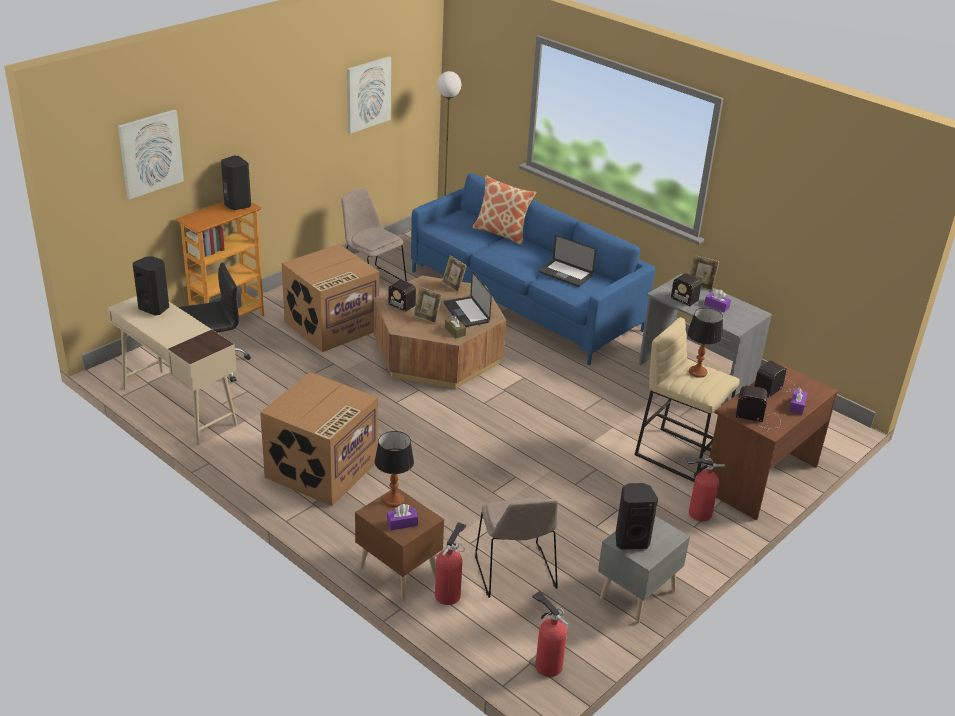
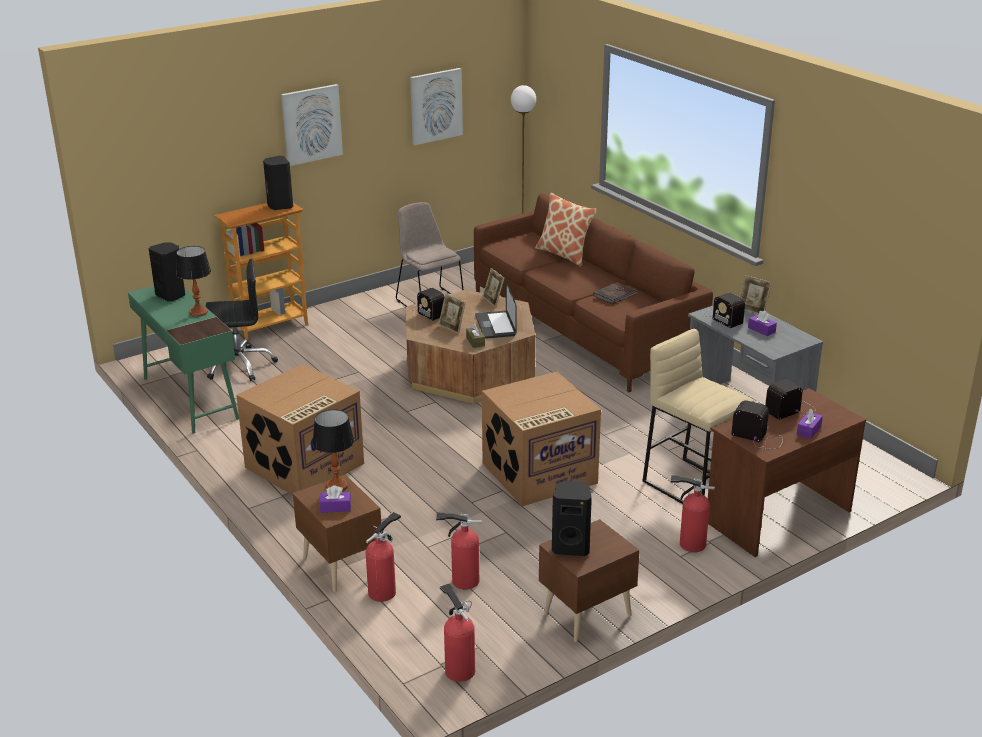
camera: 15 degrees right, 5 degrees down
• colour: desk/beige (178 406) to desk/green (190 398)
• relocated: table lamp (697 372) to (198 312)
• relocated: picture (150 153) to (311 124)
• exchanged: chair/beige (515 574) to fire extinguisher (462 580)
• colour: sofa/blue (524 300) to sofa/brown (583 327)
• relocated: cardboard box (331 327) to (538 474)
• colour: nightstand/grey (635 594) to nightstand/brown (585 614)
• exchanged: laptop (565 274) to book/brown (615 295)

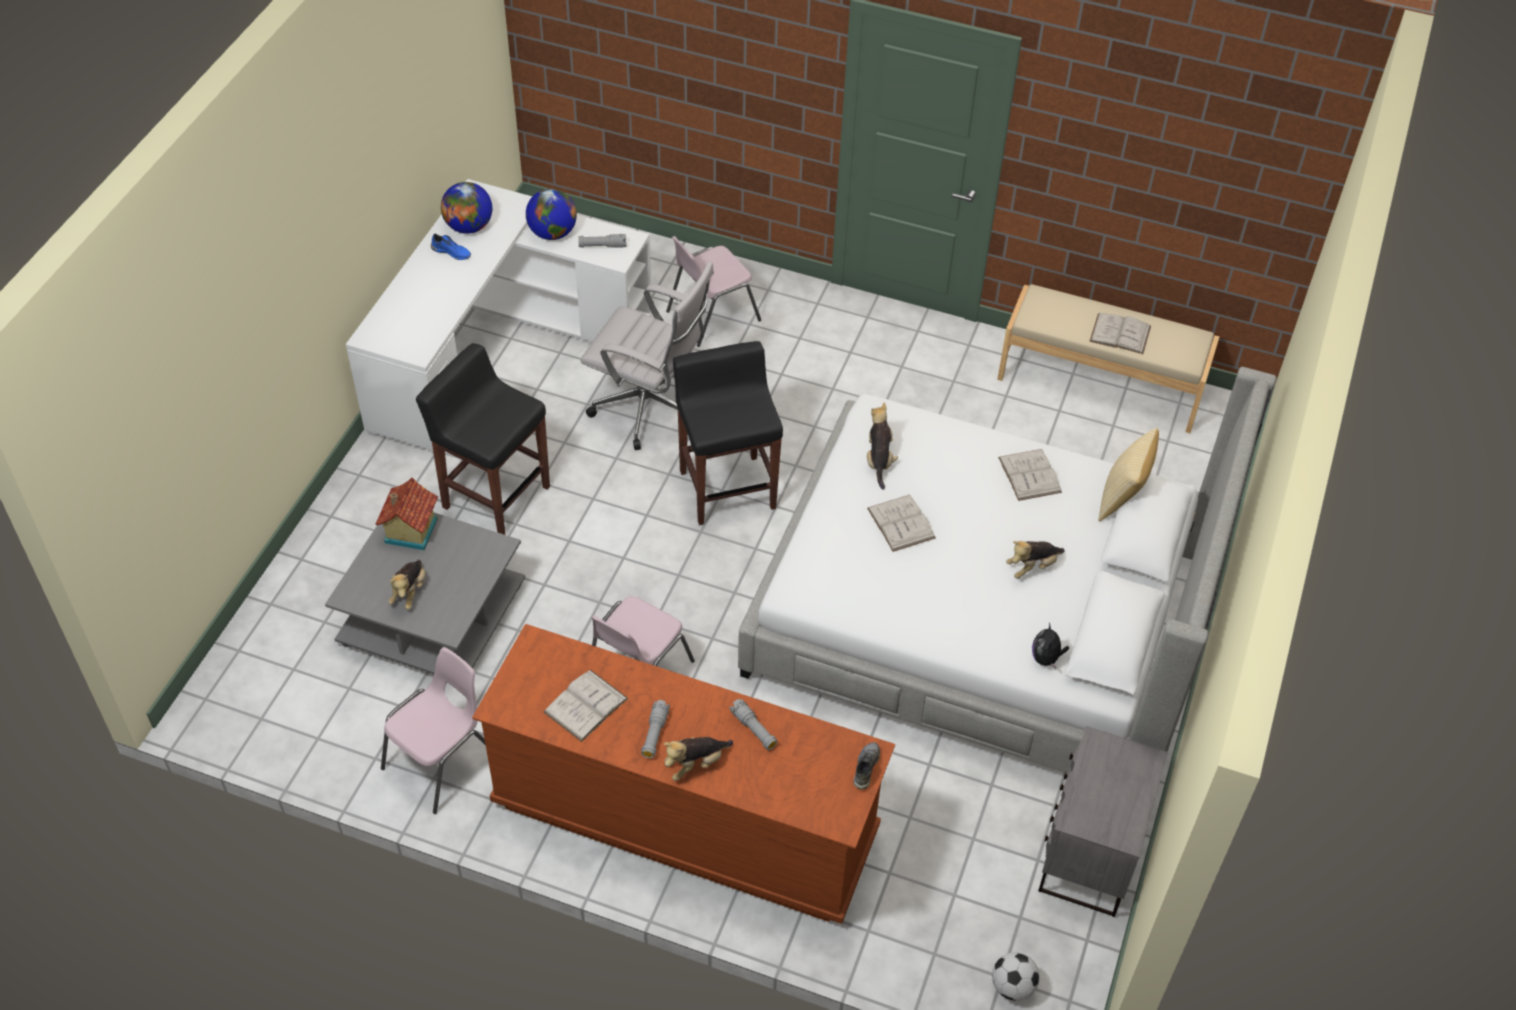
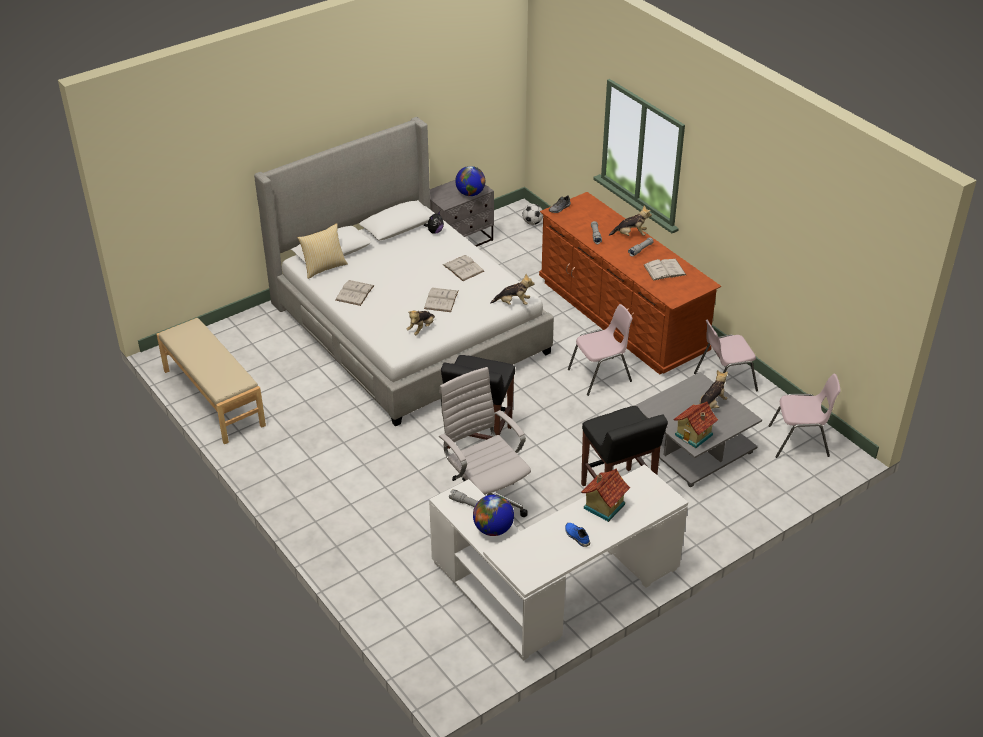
camera: 145 degrees left, 10 degrees down
• relocated: book/white (1120 333) to (463 268)
• relocated: globe (469 227) to (470 193)
• relocated: plush toy (1032 567) to (513 303)
• appeared: toy house (603 506)
• relocated: chair/pink (711 315) to (799 442)

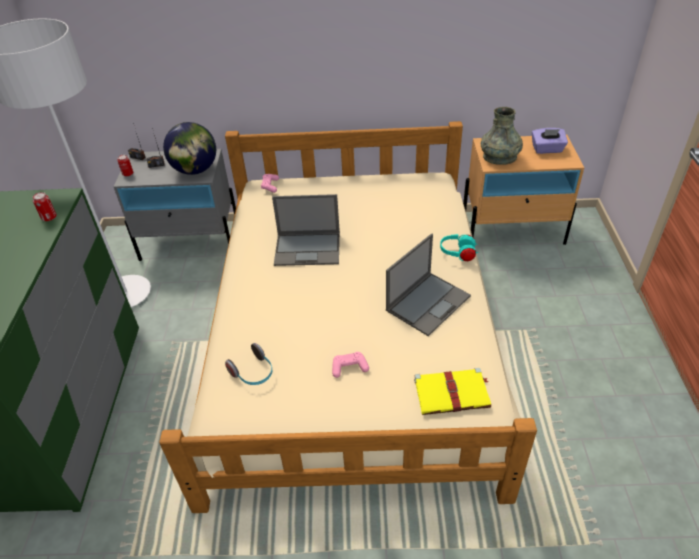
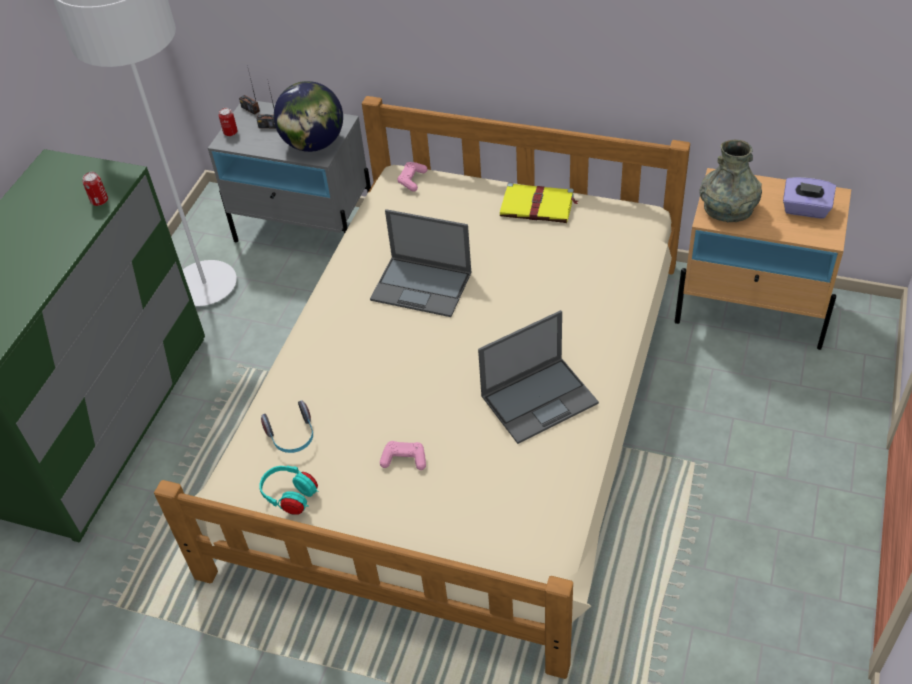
camera: 20 degrees right, 5 degrees up
• relocated: headphones/turquoise (458 254) to (291 497)
• relocated: book/yellow (453 393) to (538 206)

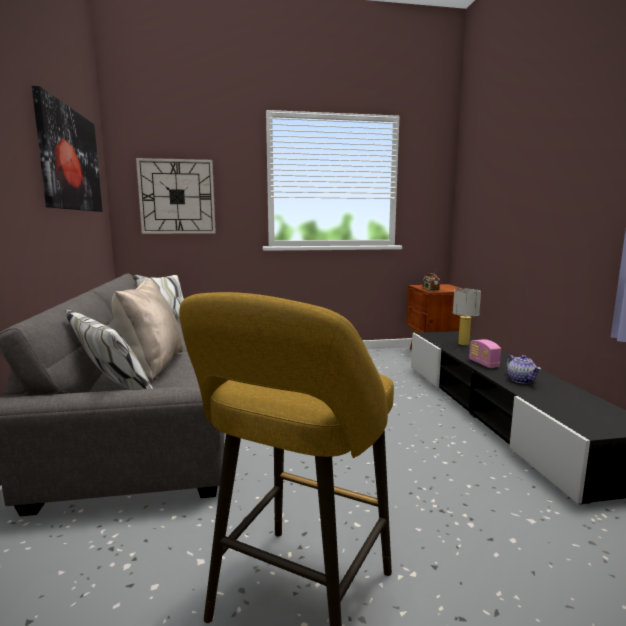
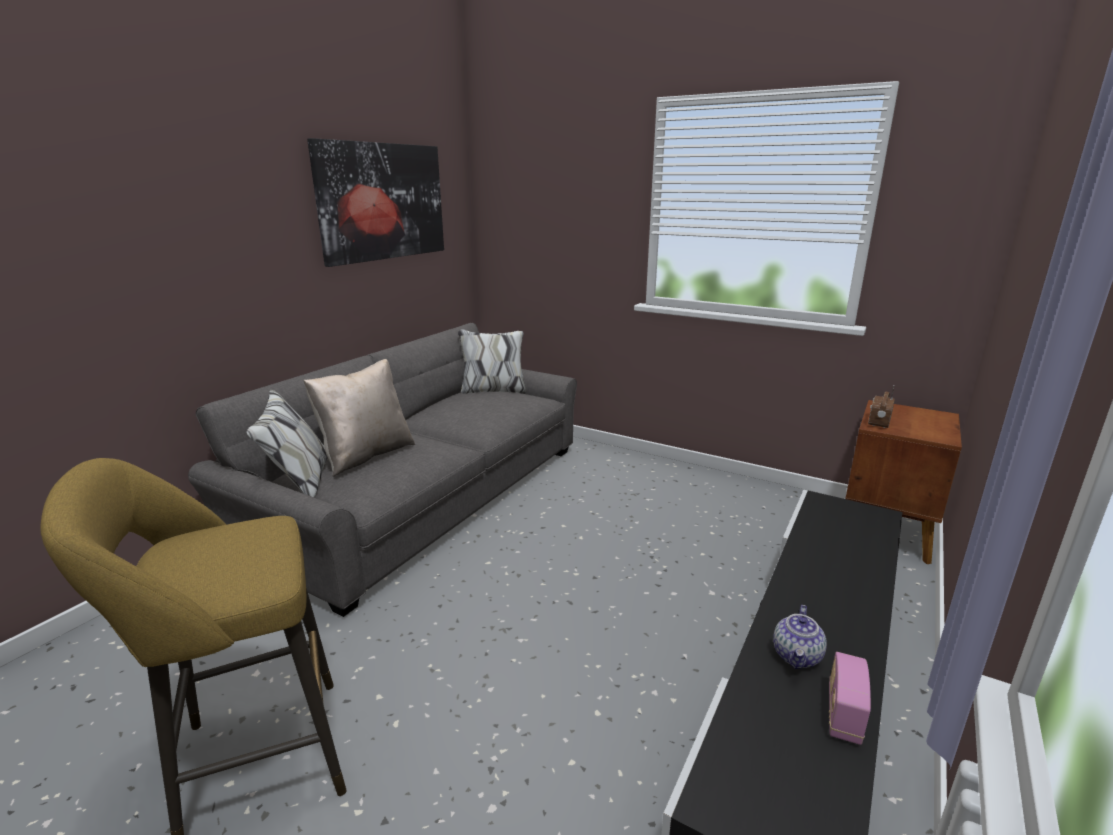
camera: 40 degrees right, 10 degrees up
• relocated: radio (483 364) to (843 714)
• missing: wall clock (177 197)
• missing: table lamp (463 345)

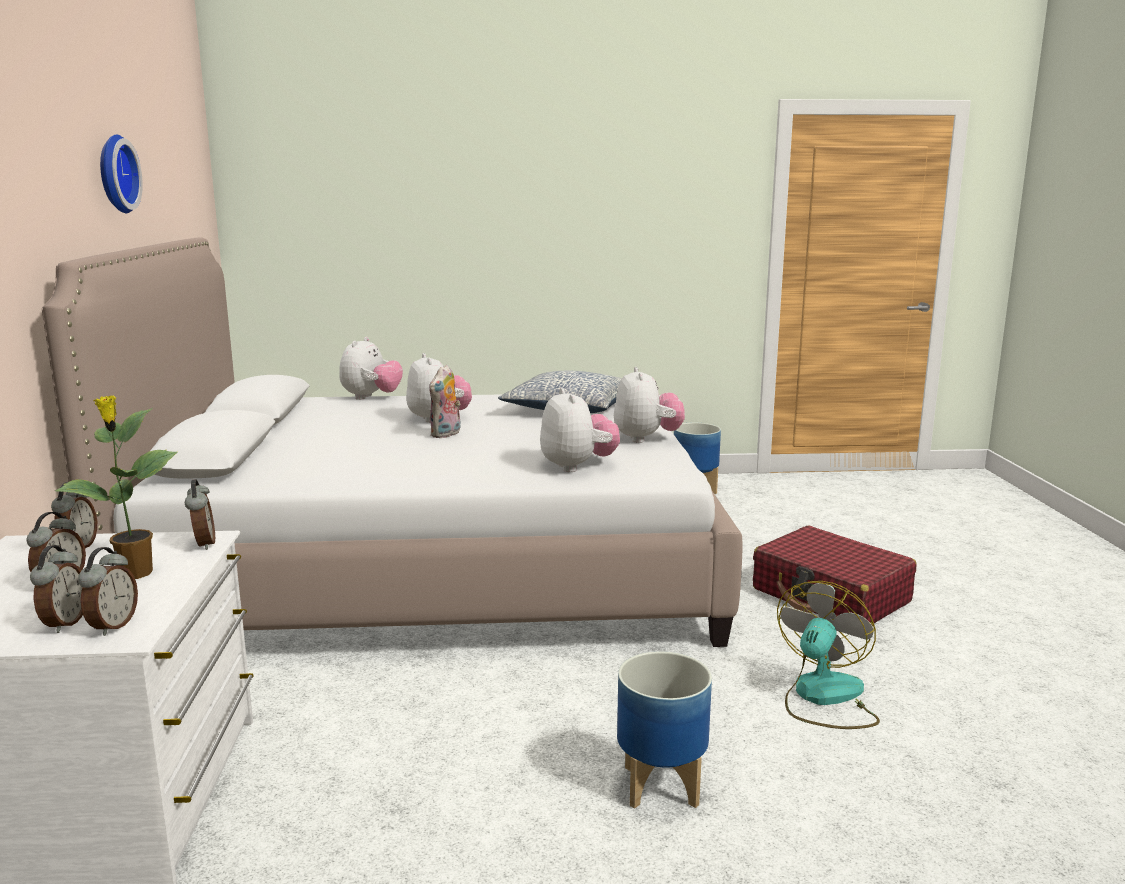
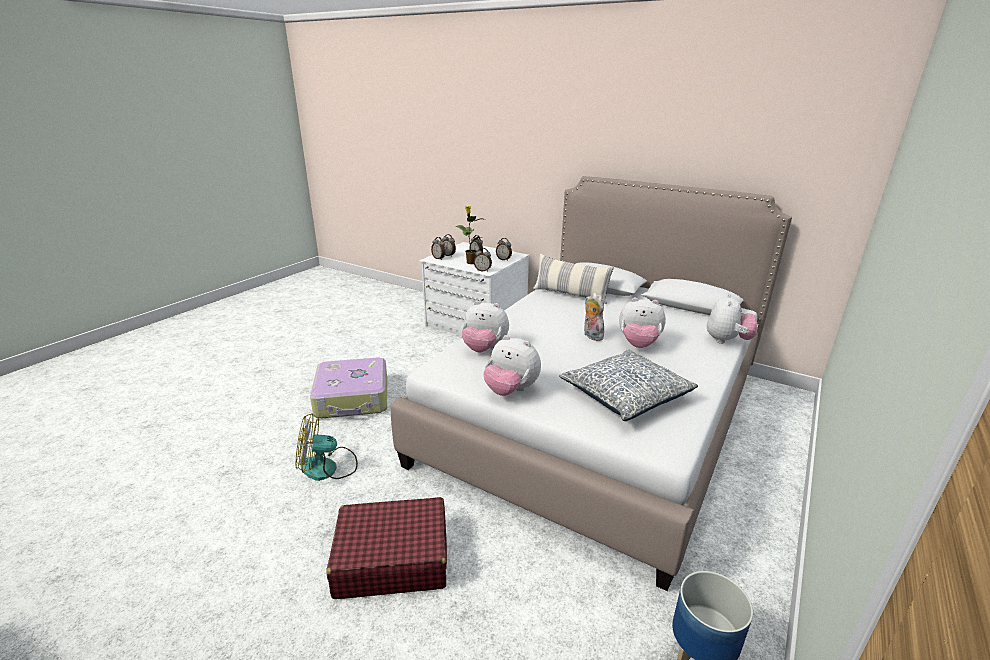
camera: 125 degrees right, 10 degrees up
• spun: fan (823 698) = (328 468) 105 degrees clockwise
• exchanged: planter (659 786) to suitcase (353 398)
• appeared: pillow (570 294)
• spun: plush toy (371 397) = (727 341) 120 degrees counterclockwise
• missing: wall clock (114 174)

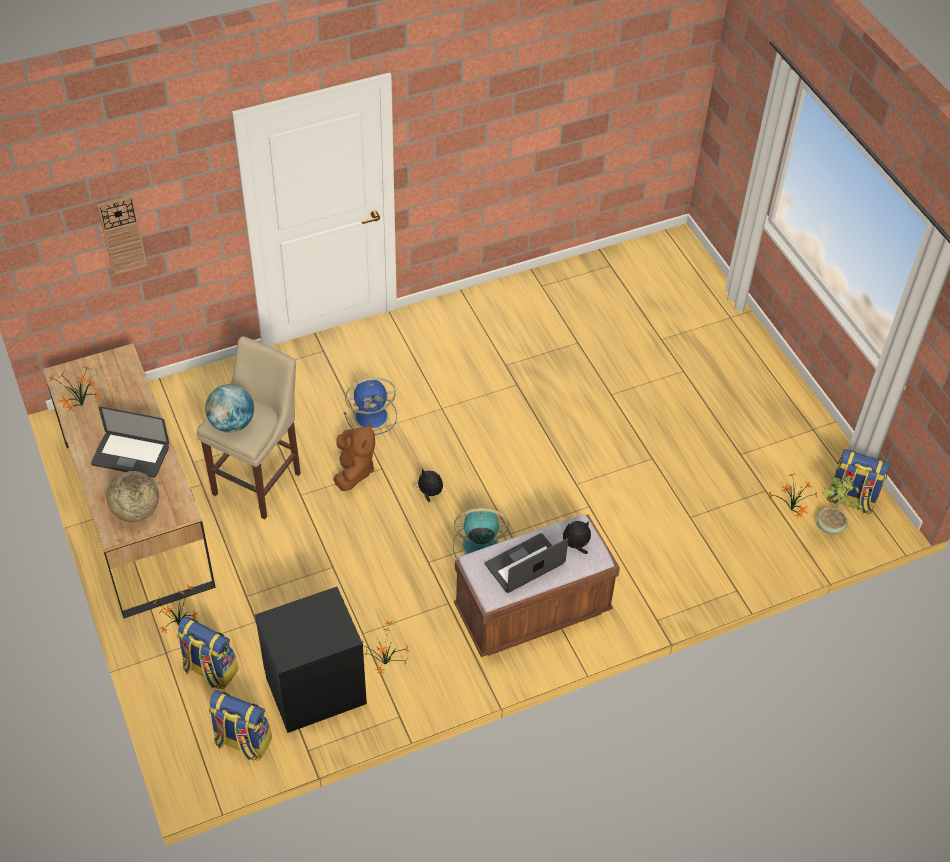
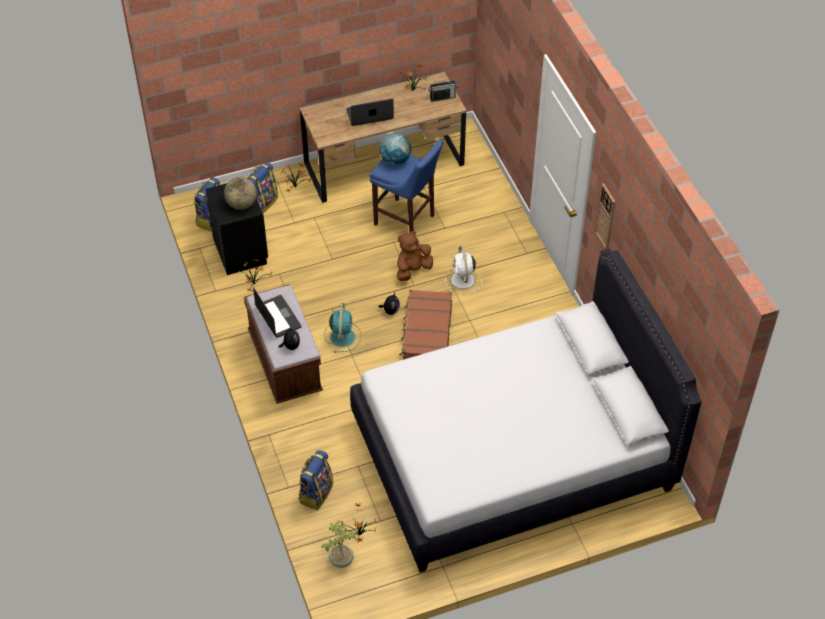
camera: 95 degrees right, 0 degrees up
• relocated: globe (136 511) to (241 204)
• relocated: backpack (850 500) to (316 493)
• spun: laptop (130 456) = (369 114) 60 degrees clockwise
• appeared: bed/white (511 453)
• colour: stool/beige (260 481) to stool/blue (406 221)
• spun: plush toy/brown (354 471) = (412 270) 135 degrees clockwise
• appeared: suitcase/brown (426 335)
• appeared: radio (442 97)
• colour: fan/blue (373 416) to fan/white (463 280)
• relocated: wall clock (122 235) to (605 216)

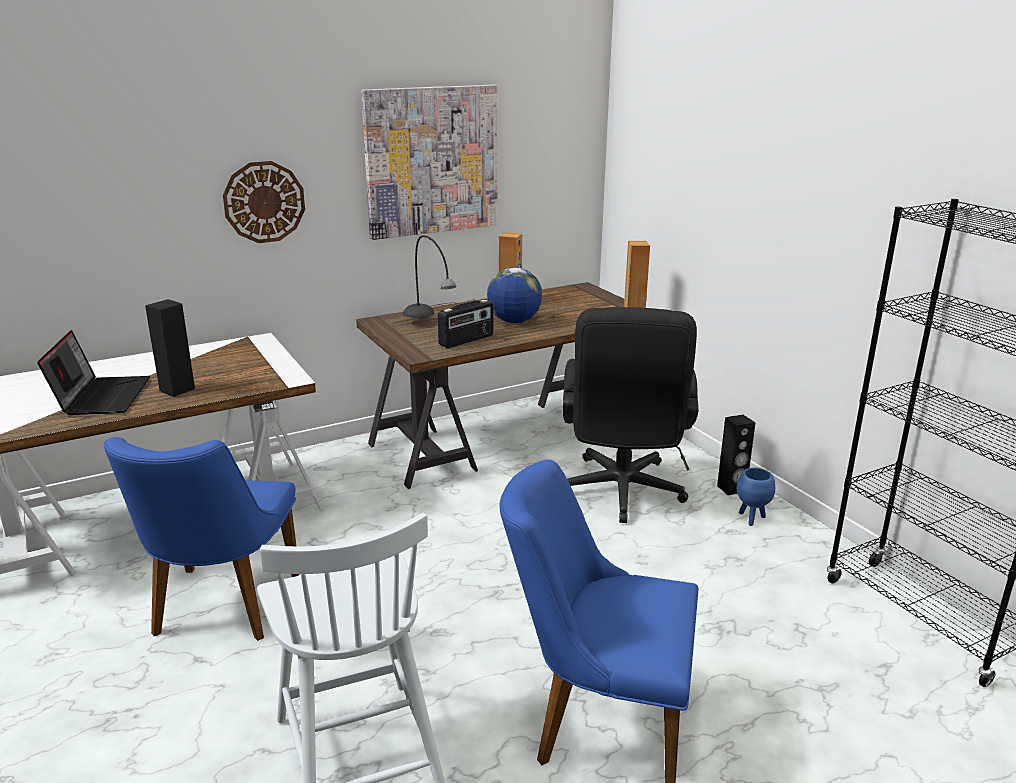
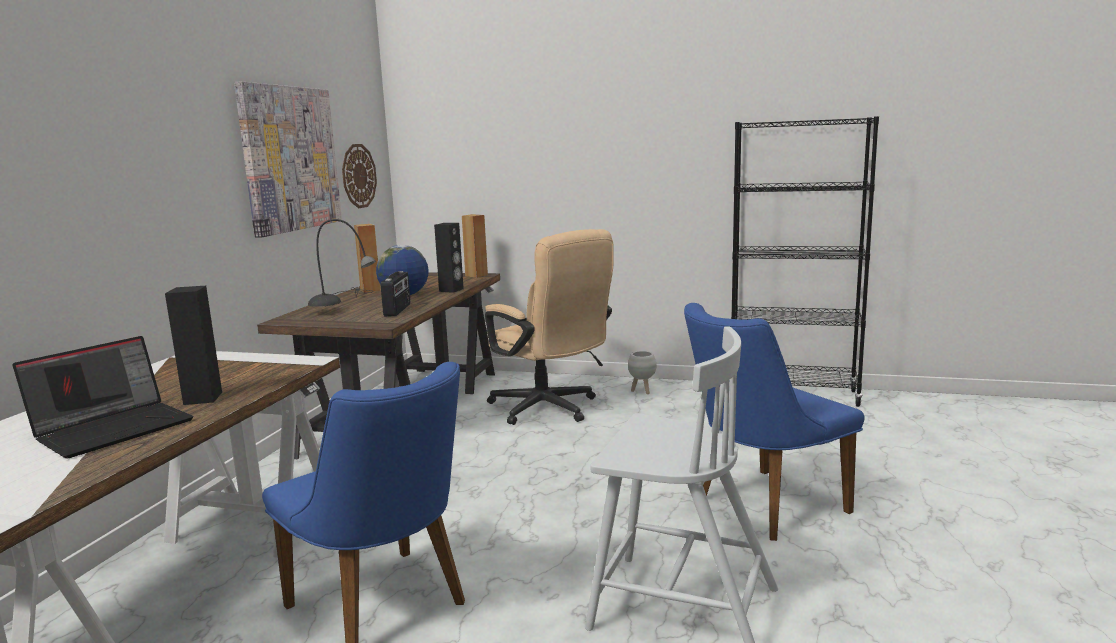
camera: 45 degrees left, 10 degrees down
• spun: laptop (101 396) = (115 428) 90 degrees clockwise
• relocated: wall clock (264 202) to (358 176)
• relocated: speaker/black (731 489) to (451 290)
• colour: office chair/black (621 495) to office chair/beige (550 410)
• colour: planter/blue (751 518) to planter/white (642 391)

